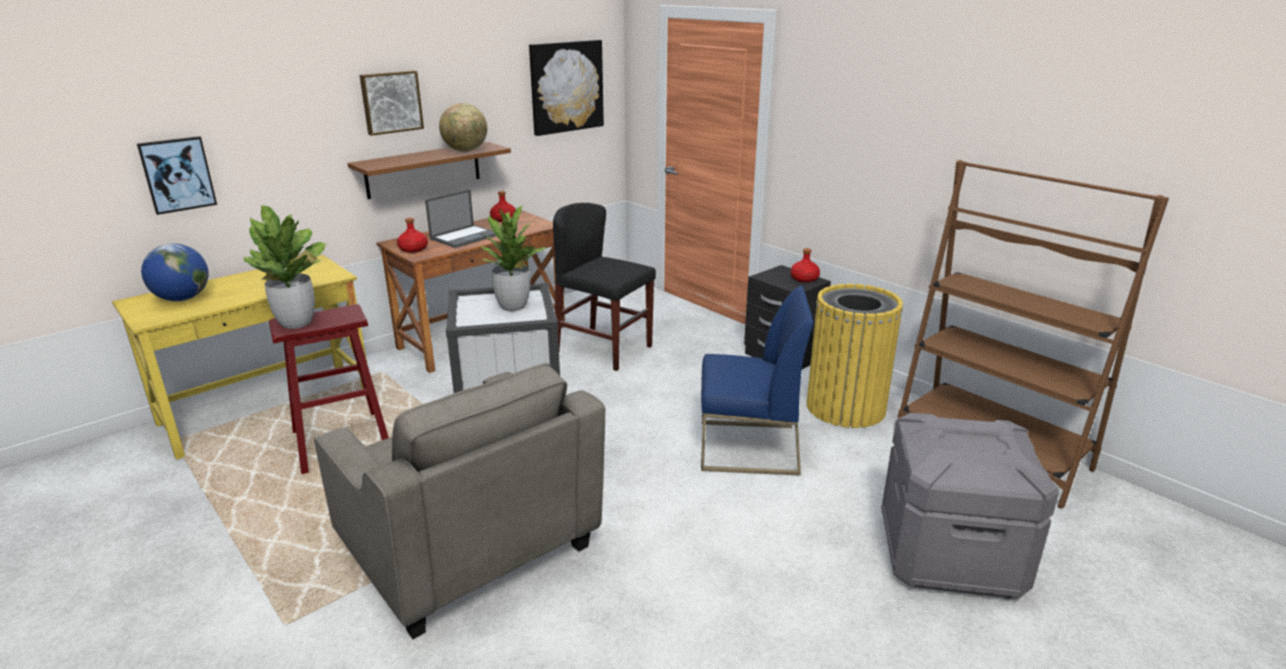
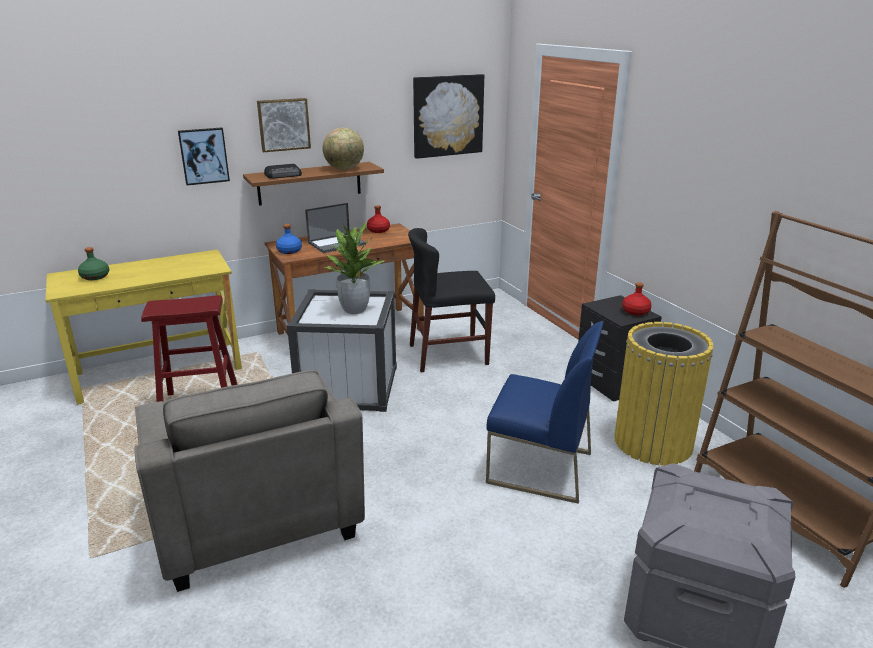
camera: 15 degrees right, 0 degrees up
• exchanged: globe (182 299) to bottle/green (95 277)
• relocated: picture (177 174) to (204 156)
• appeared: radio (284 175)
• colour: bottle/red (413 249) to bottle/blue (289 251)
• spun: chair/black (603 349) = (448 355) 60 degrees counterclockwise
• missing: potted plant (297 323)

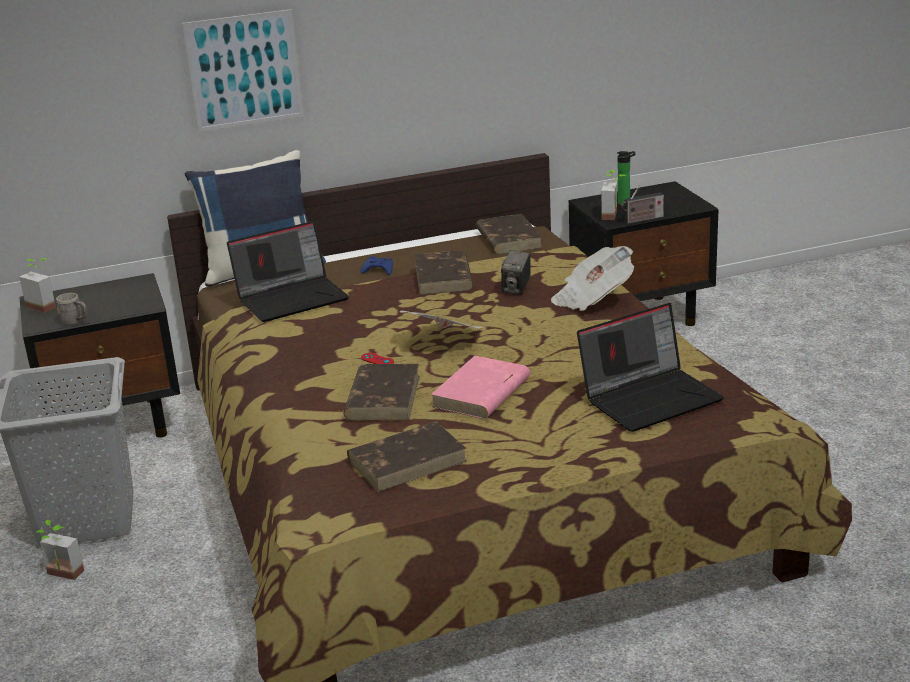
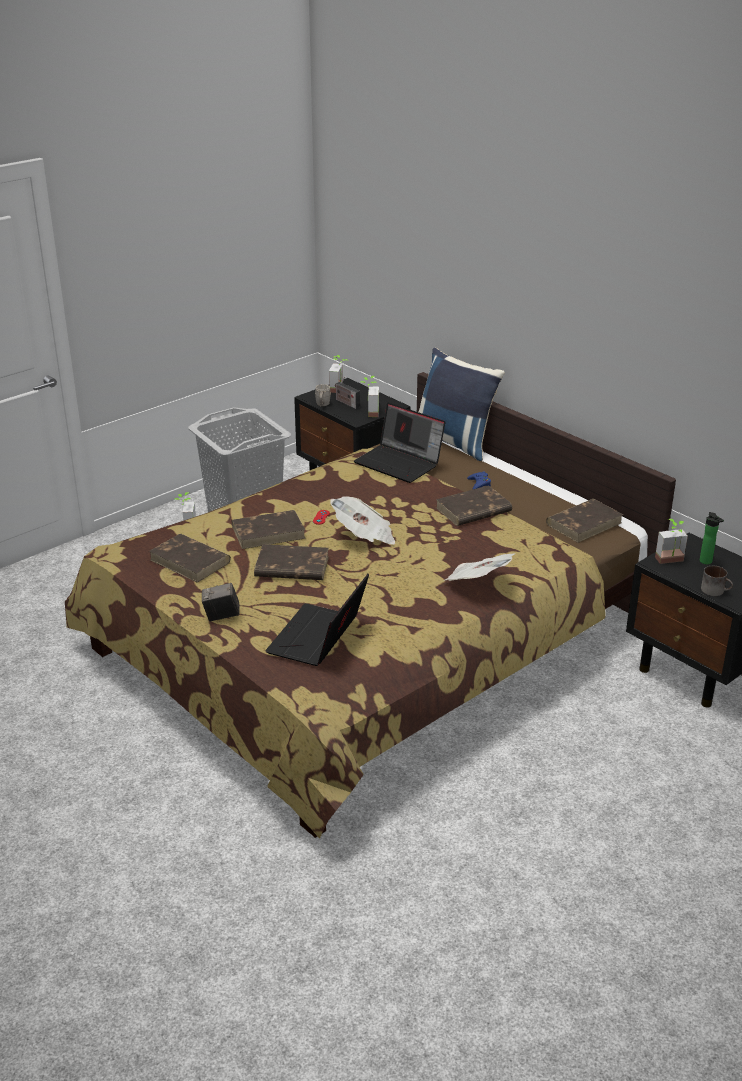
camera: 65 degrees right, 5 degrees up
• relocated: photo camera (516 289) to (221 616)
• colour: book/pink (481 393) to book/brown (291 567)
• spun: laptop (651 397) = (318 639) 75 degrees clockwise
• relocated: radio (642 219) to (346 403)
• appeared: potted plant (369 412)
• appeared: mug (715 590)
• missing: picture (244 70)

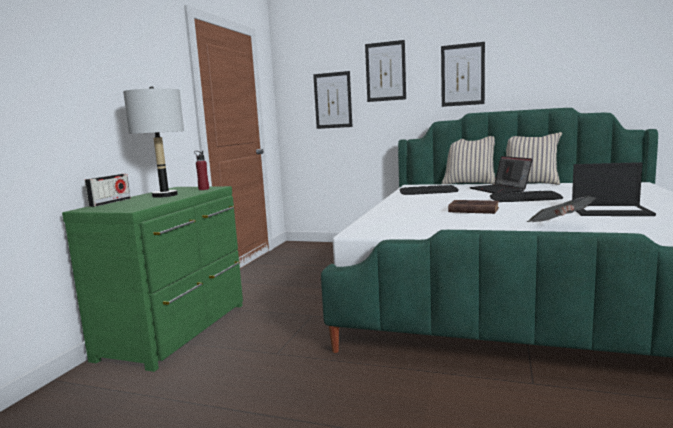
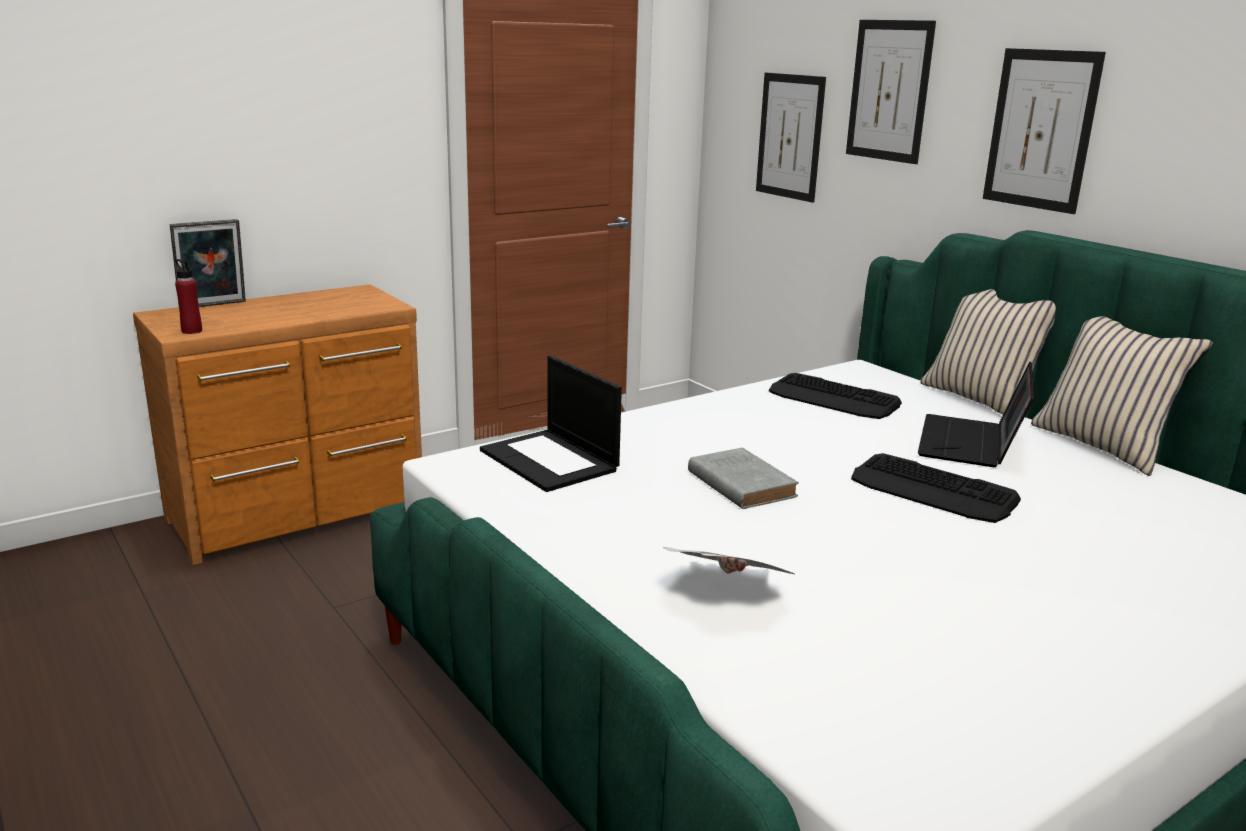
camera: 35 degrees right, 10 degrees up
• colour: dresser/green (179 330) to dresser/brown (301 514)
• exchanged: radio (110 202) to picture frame (213 305)
• relocated: bottle/red (203 189) to (192 331)
• relocated: laptop (611 211) to (551 461)
• colour: book/brown (472 210) to book/grey (739 483)
• missing: table lamp/grey (165 195)

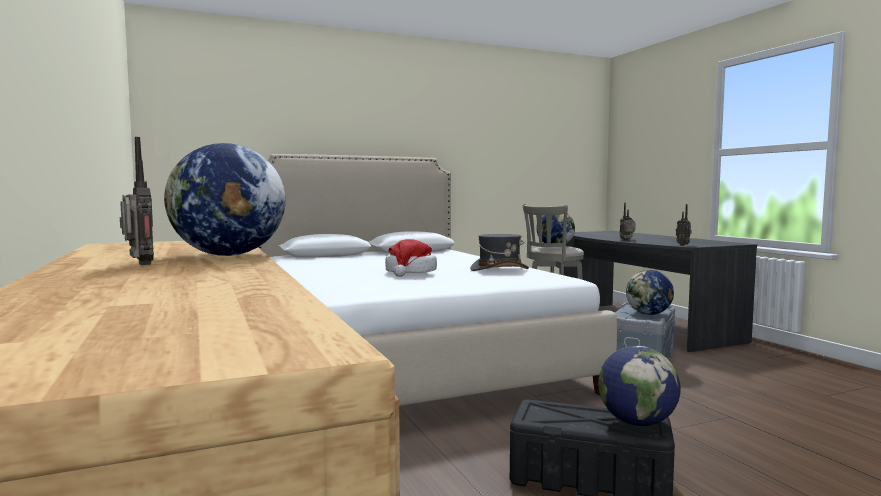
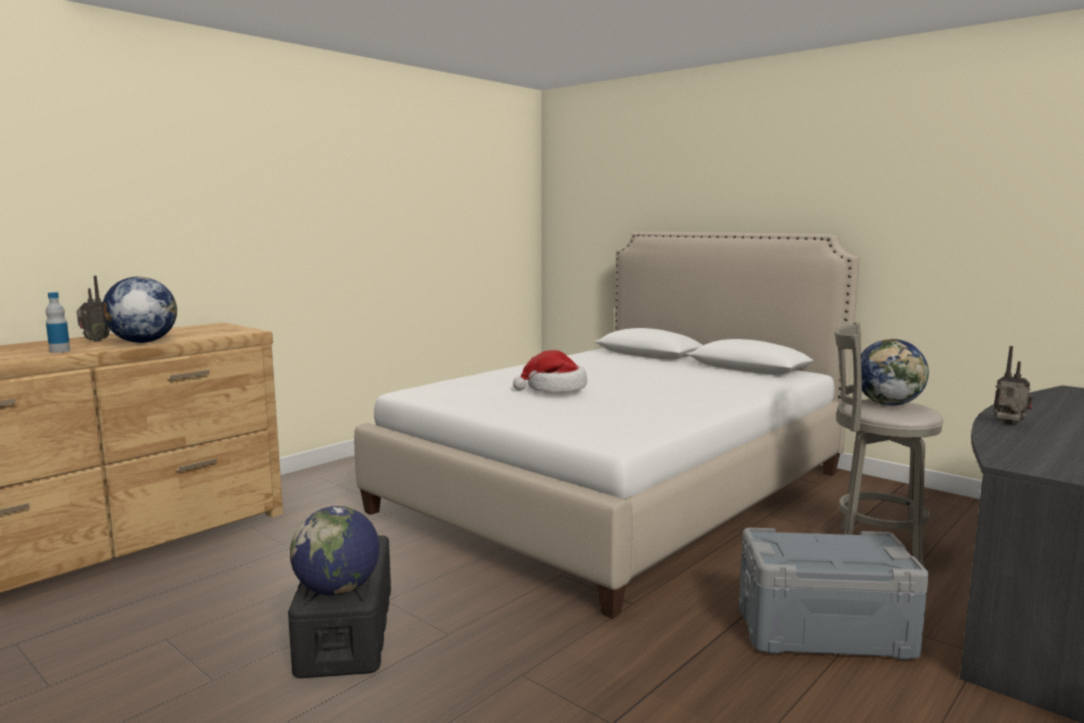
camera: 65 degrees right, 5 degrees up
• appeared: bottle (60 351)
• missing: hat/grey (499 269)
• missing: globe (648 314)
• missing: radio (683 245)

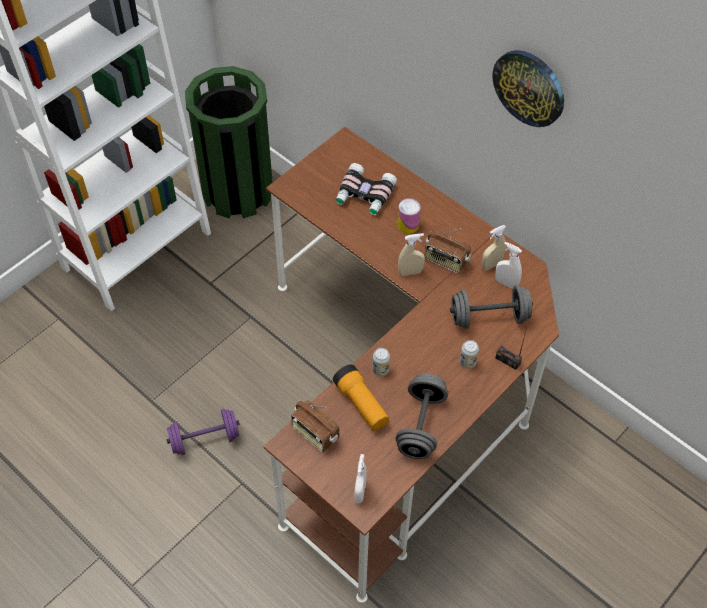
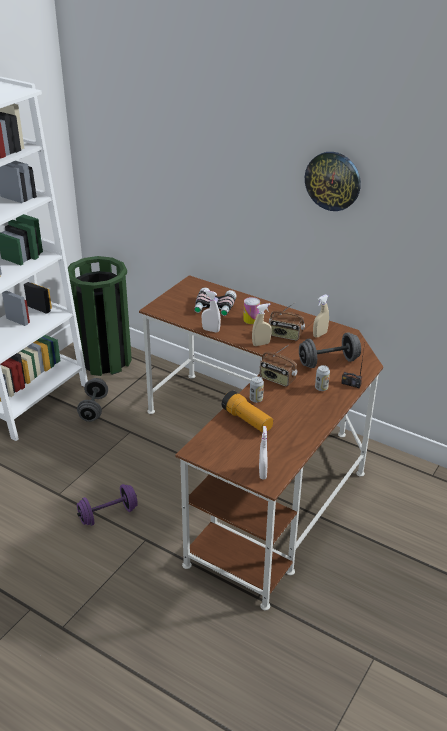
camera: 10 degrees left, 20 degrees down
• relocated: dumbbell/grey (421 425) to (93 408)
• relocated: spray bottle/white (506 283) to (211 330)
• relocated: radio (315 434) to (277 379)

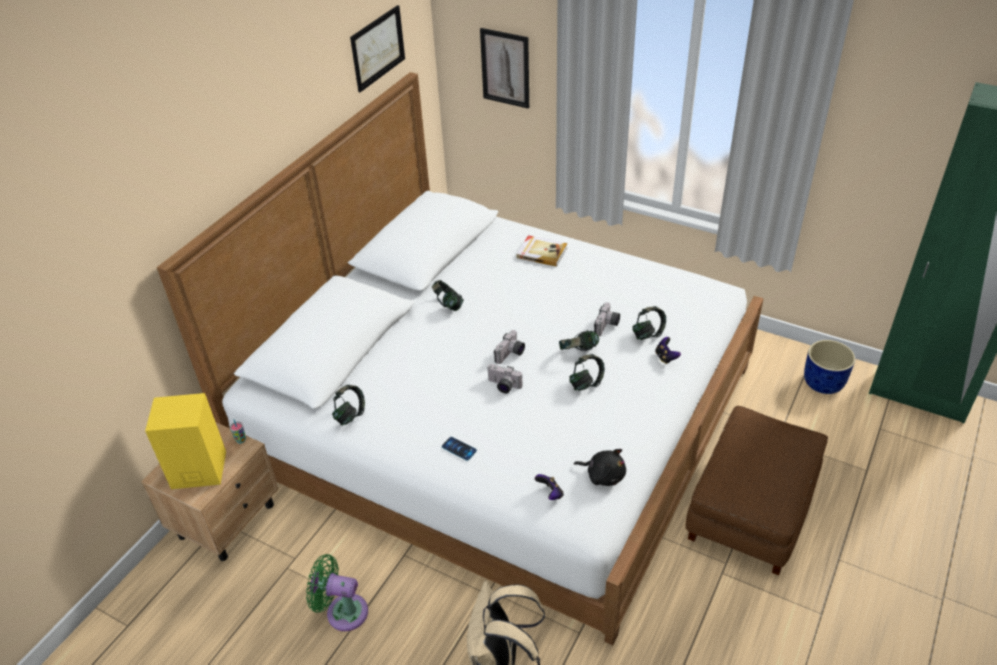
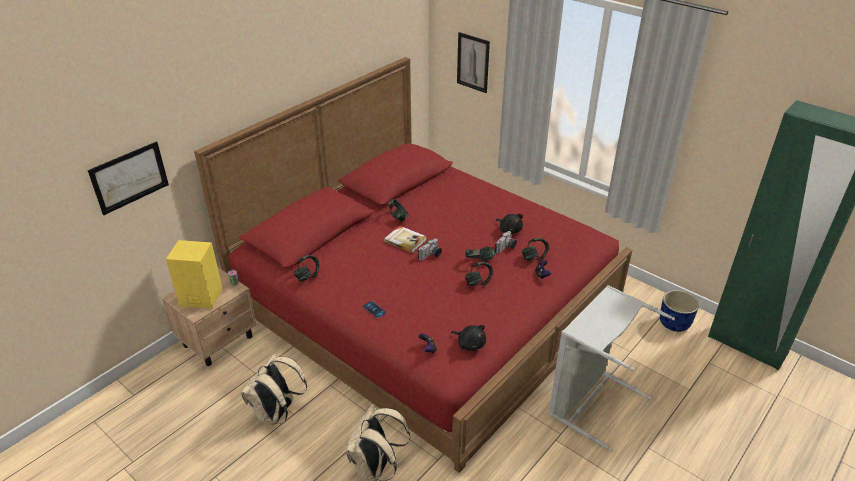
camera: 10 degrees right, 5 degrees down
• relocated: picture (377 48) to (129 177)
• colour: bed/white (501 416) to bed/red (426 306)
• exchanged: fan/green (343 611) to backpack/beige (277 413)
• relocated: book (541 252) to (405 240)
• appeared: plush toy/black (509 230)
• exchanged: ottoman/brown (749 510) to laundry basket/grey (590 401)
• missing: photo camera (503 386)

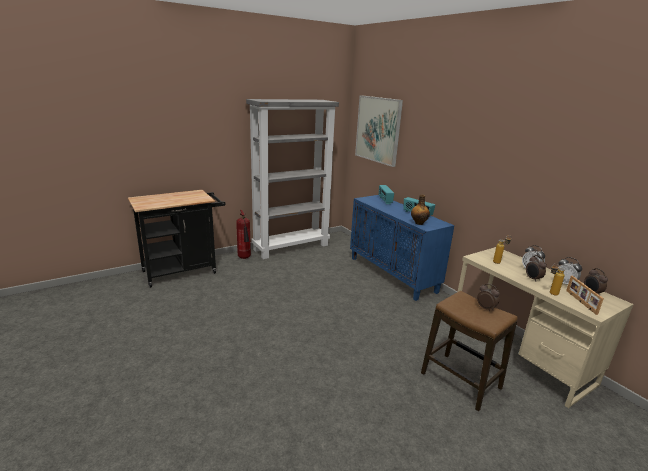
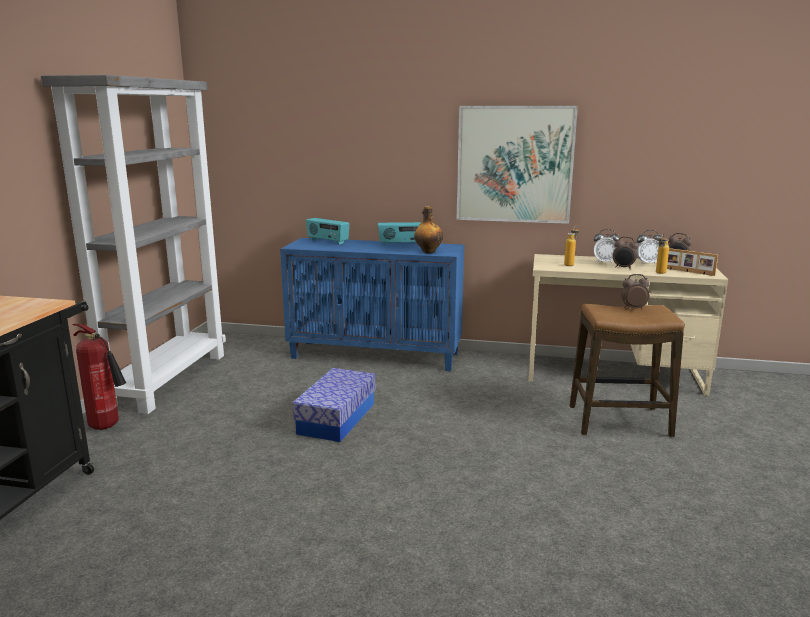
camera: 45 degrees left, 5 degrees down
• appeared: storage box (336 418)
• relocated: picture (378 129) to (514 164)

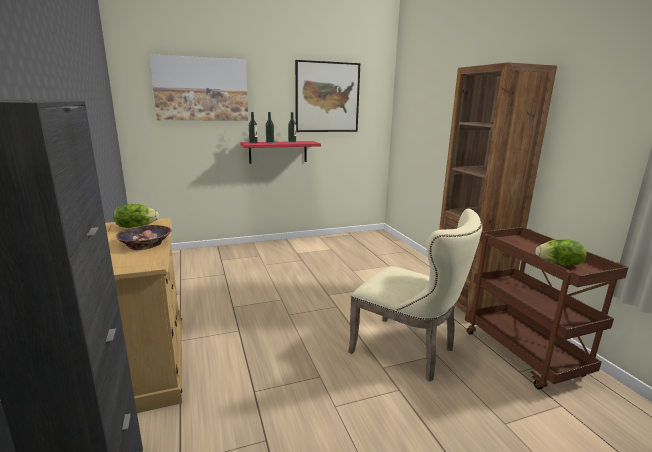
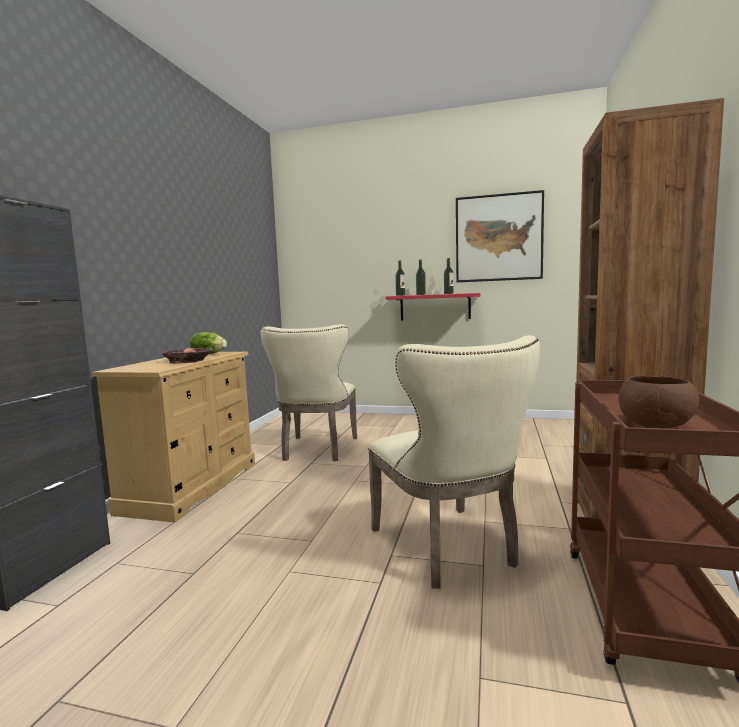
camera: 35 degrees right, 10 degrees down
• appeared: chair/beige (317 450)
• exchanged: lettuce (559 264) to bowl/brown (655 425)
• missing: picture (201 89)

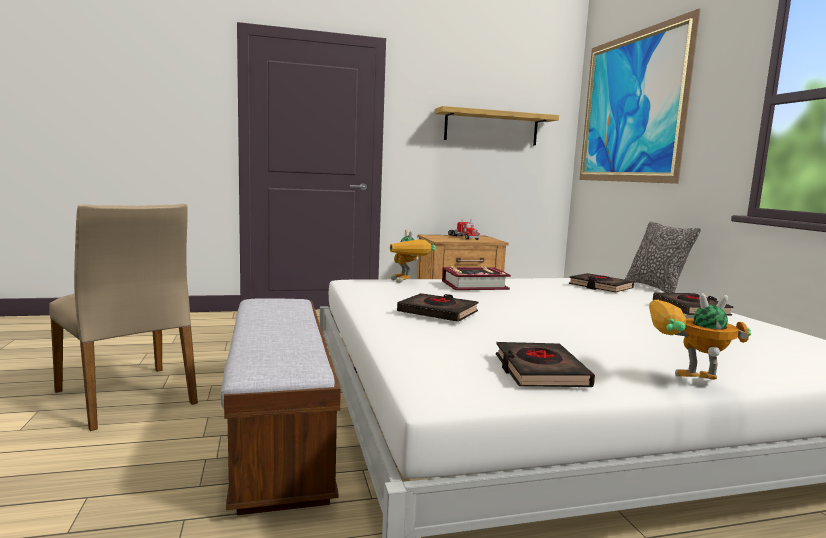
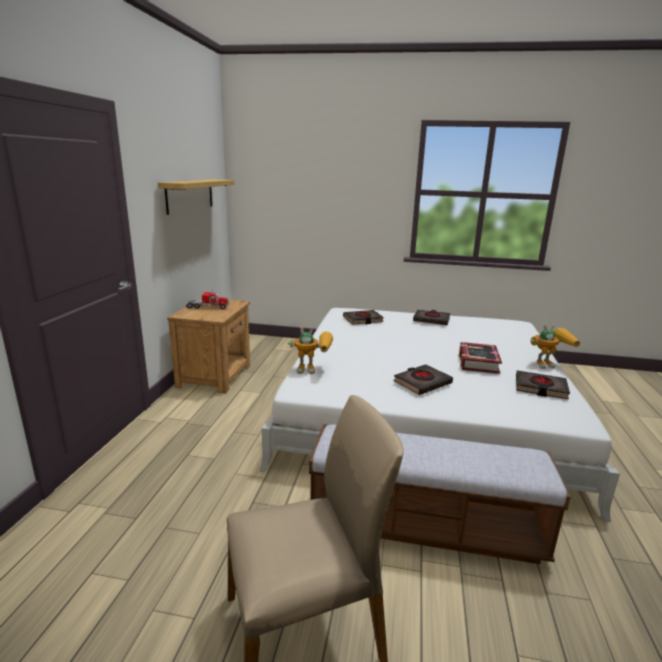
camera: 65 degrees left, 10 degrees up
• relocated: book (474 285) to (477 362)
• spun: toy robot (682 382) = (548 364) 135 degrees counterclockwise
• missing: picture (630 108)
• missing: pillow (655 288)

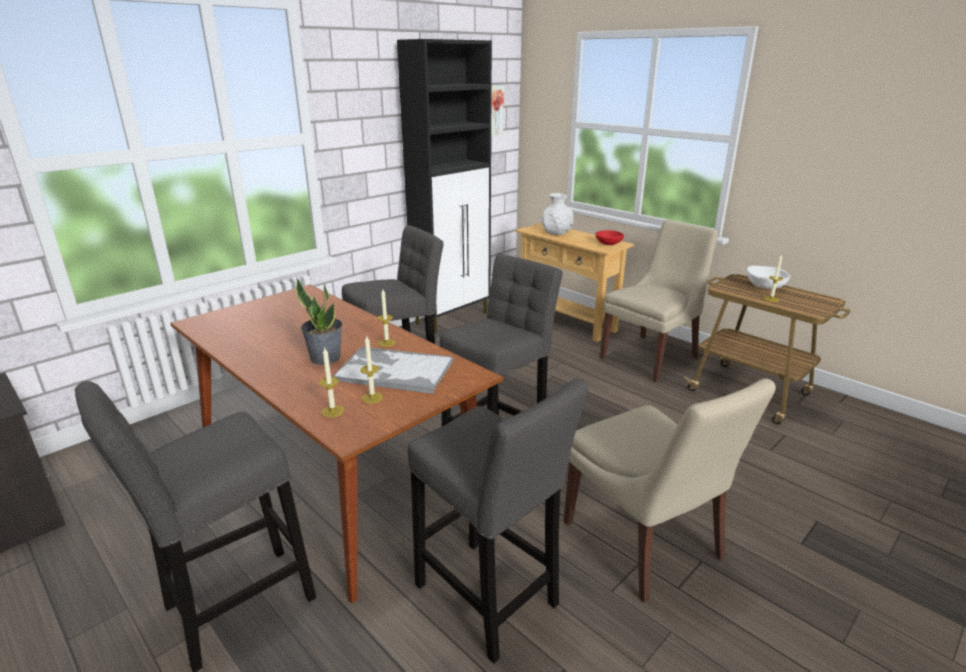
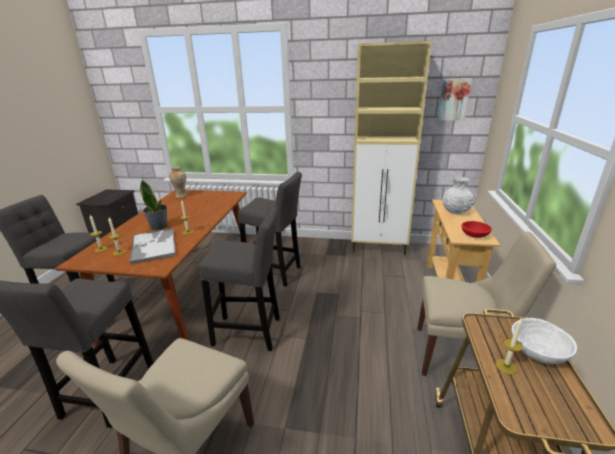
camera: 55 degrees right, 0 degrees up
• appeared: vase (181 196)
• colour: cabinet/black (453 318) to cabinet/beige (379 248)

